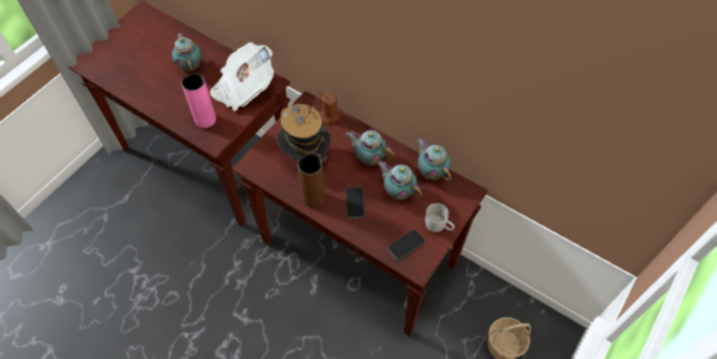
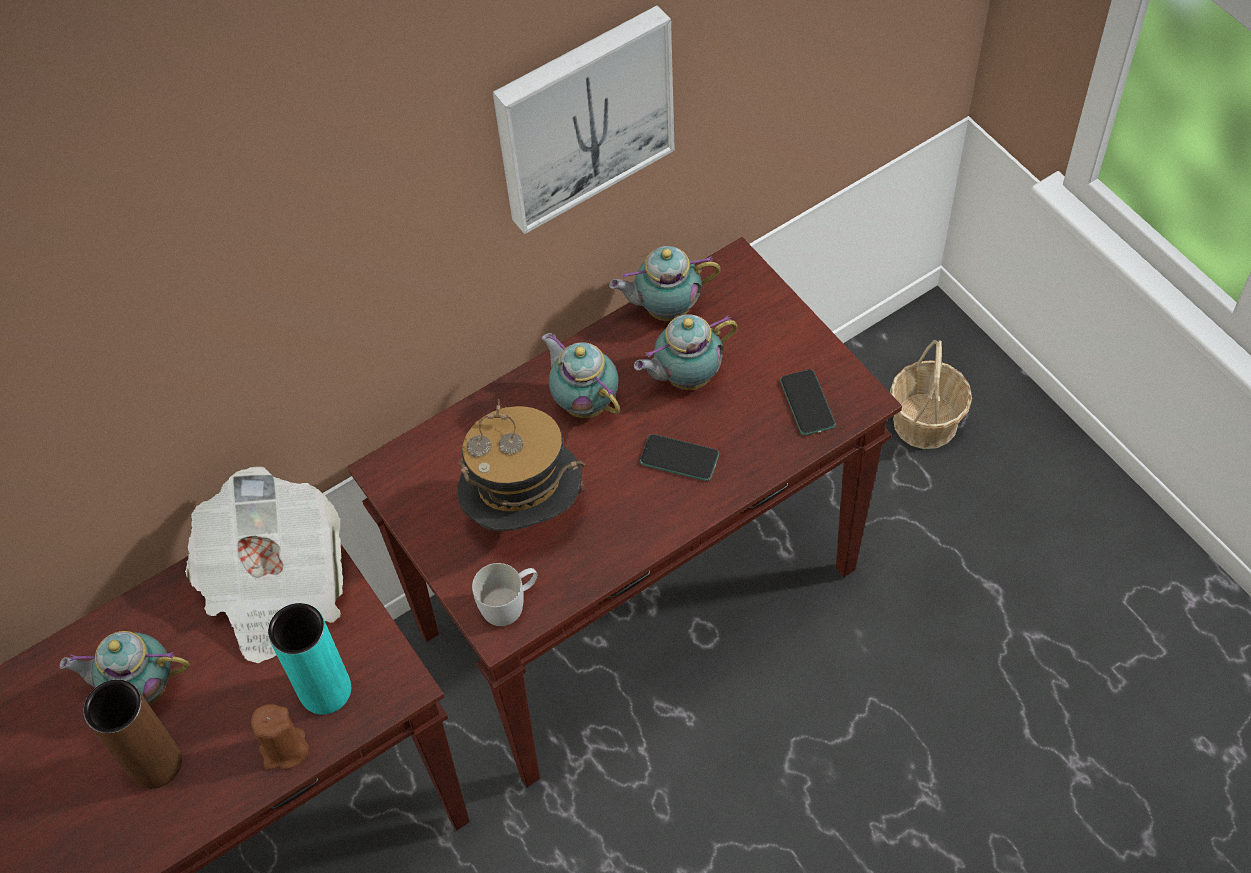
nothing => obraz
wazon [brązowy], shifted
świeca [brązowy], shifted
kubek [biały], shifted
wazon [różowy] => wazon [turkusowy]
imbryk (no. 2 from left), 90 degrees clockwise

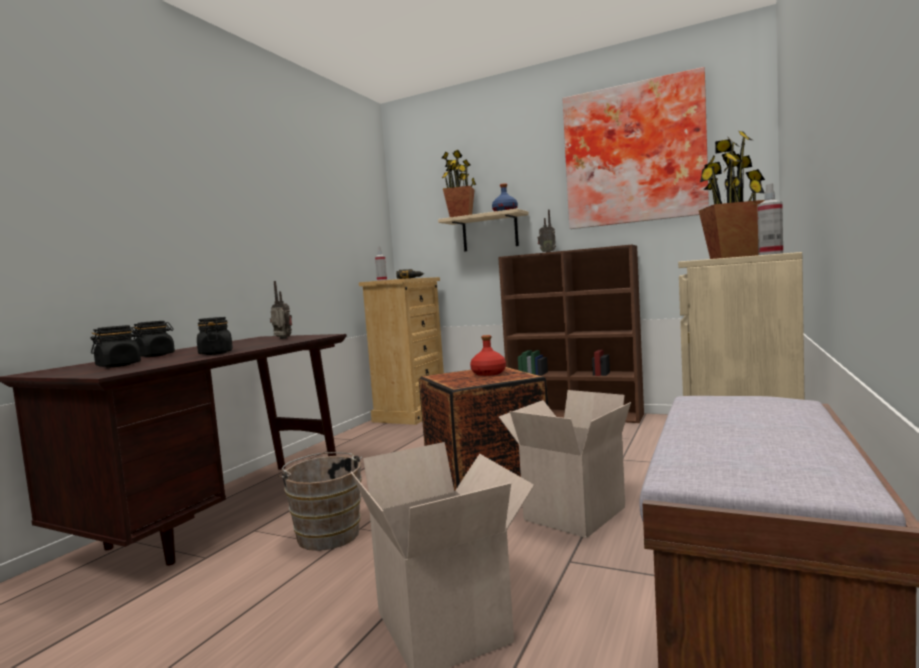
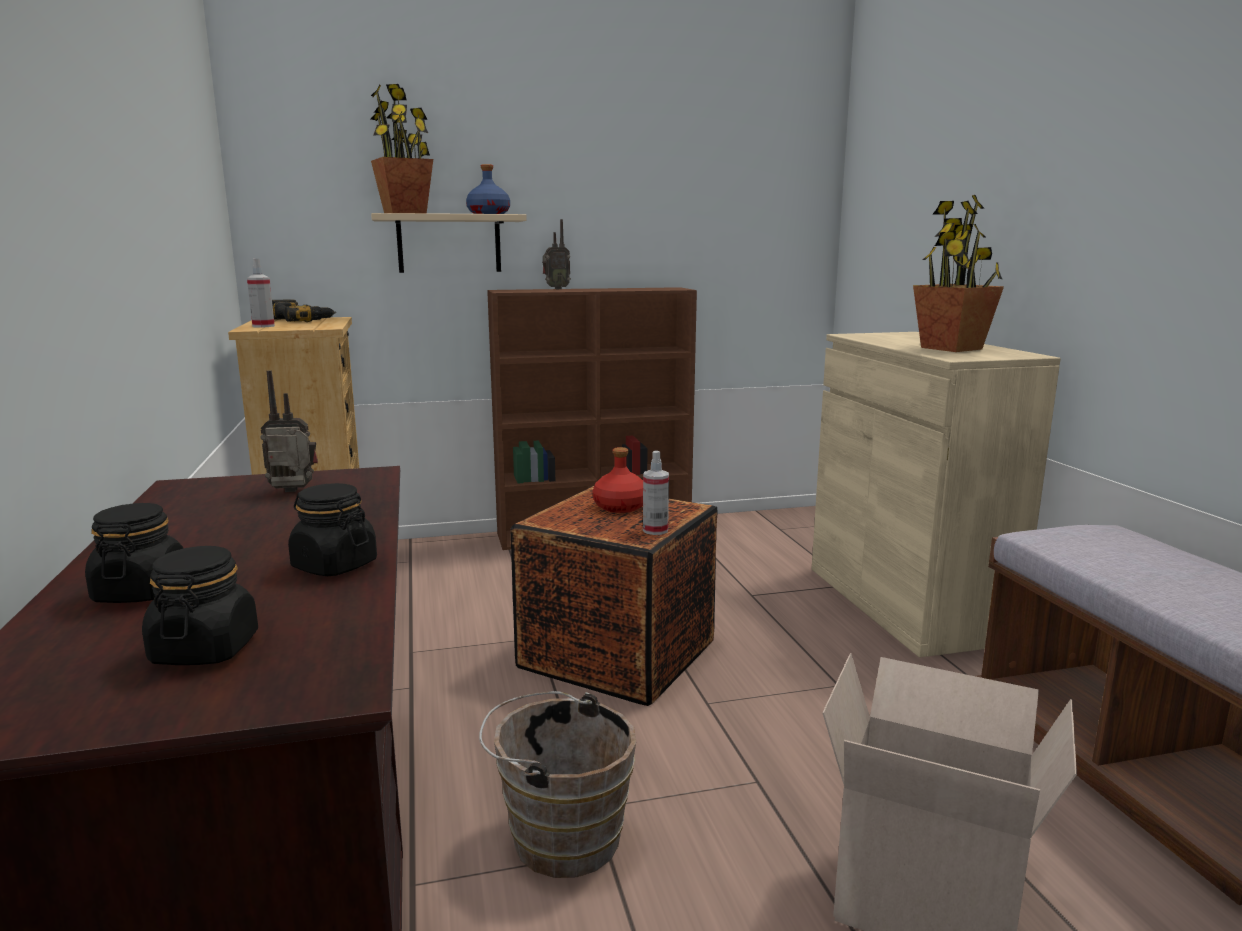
karton (no. 2 from left) => nothing
obraz => nothing
spryskiwacz (no. 2 from left), shifted

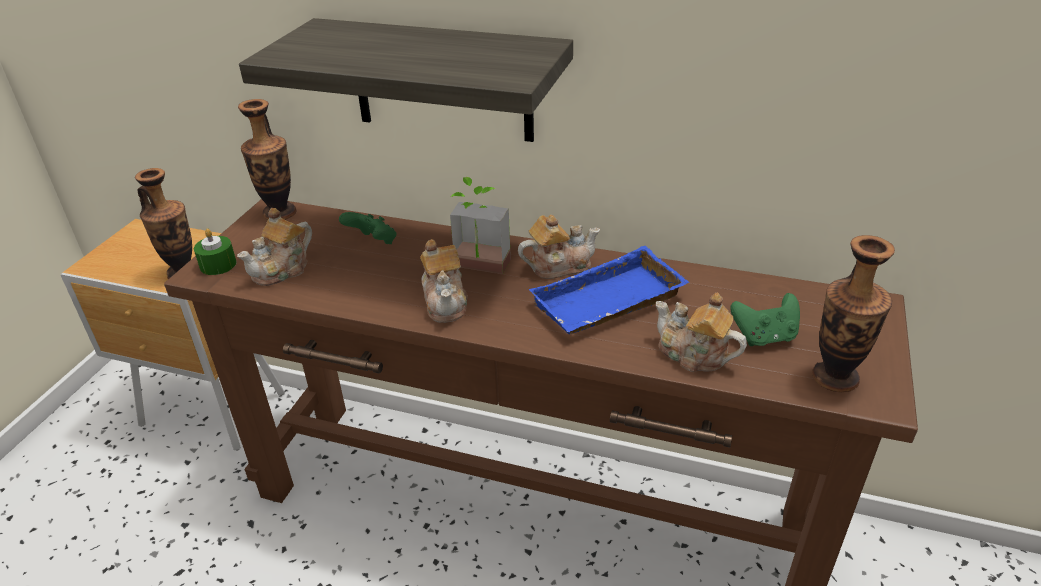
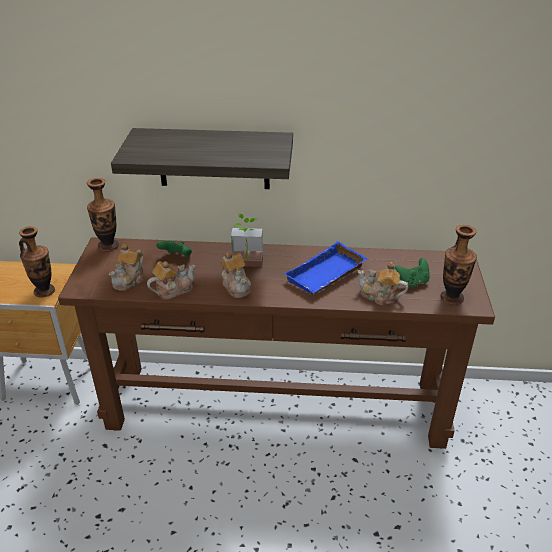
świeca [zielony] => nothing
imbryk (no. 3 from left in the first image) => imbryk (no. 2 from left), shifted

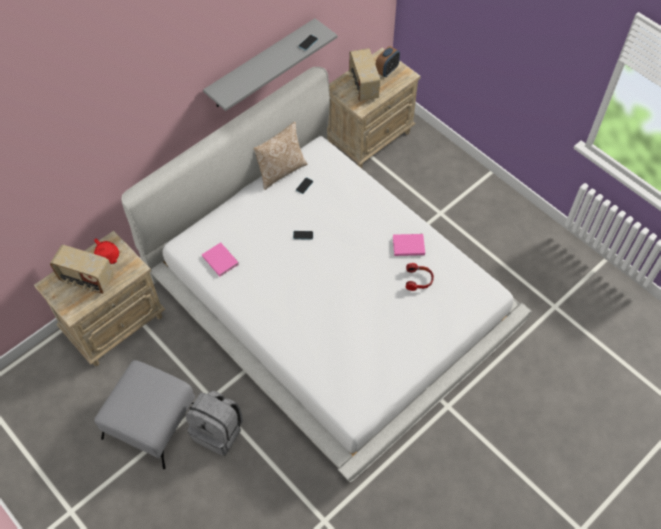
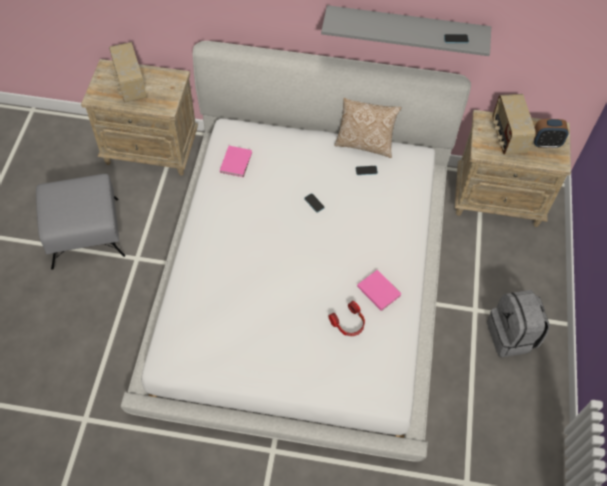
imbryk [czerwony] => nothing
plecak [szary], shifted
radio (no. 2 from left), 45 degrees counterclockwise

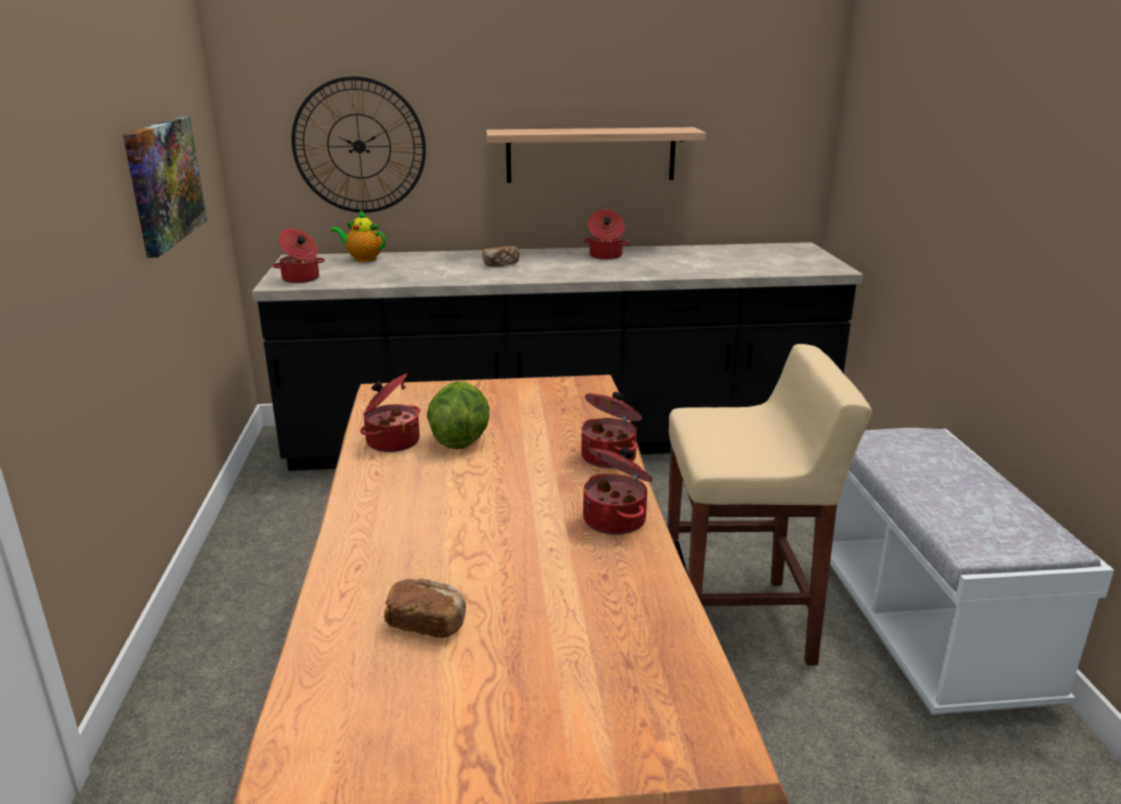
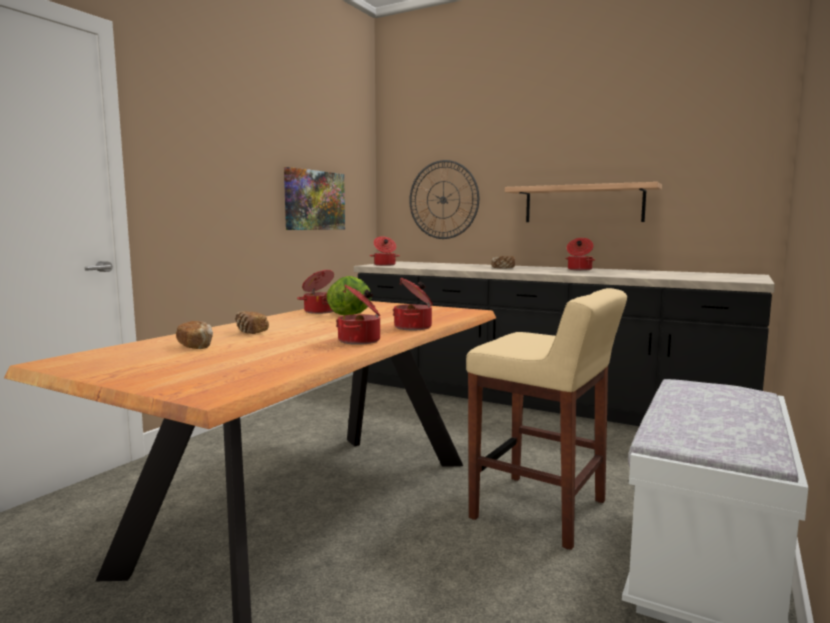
imbryk => nothing
nothing => chleb (no. 2 from left)

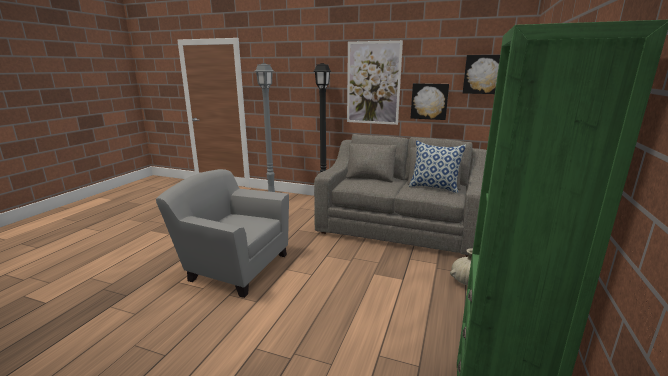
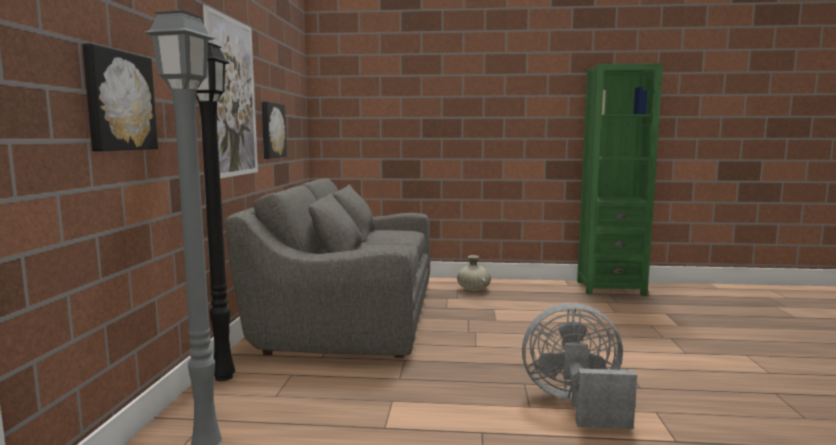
poduszka => nothing
obraz (no. 3 from left in the first image) => obraz (no. 1 from left), shifted
fotel [szary] => wentylator [szary]

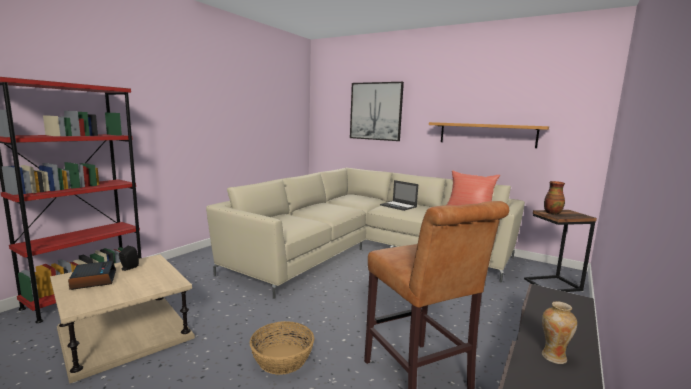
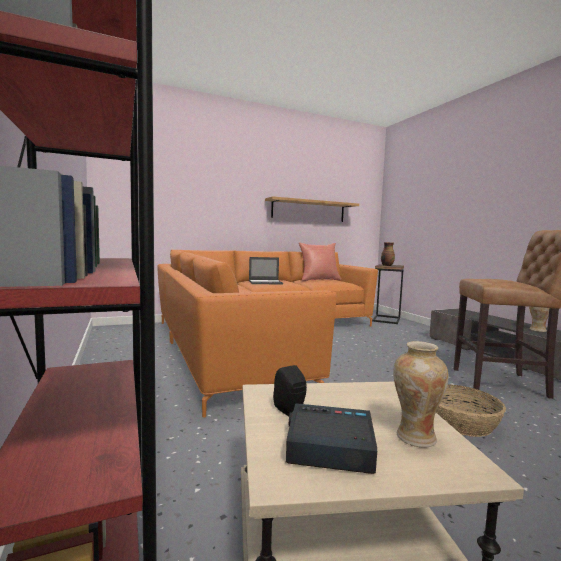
obraz => nothing
nothing => wazon (no. 2 from left)
kanapa [beżowy] => kanapa [pomarańczowy]

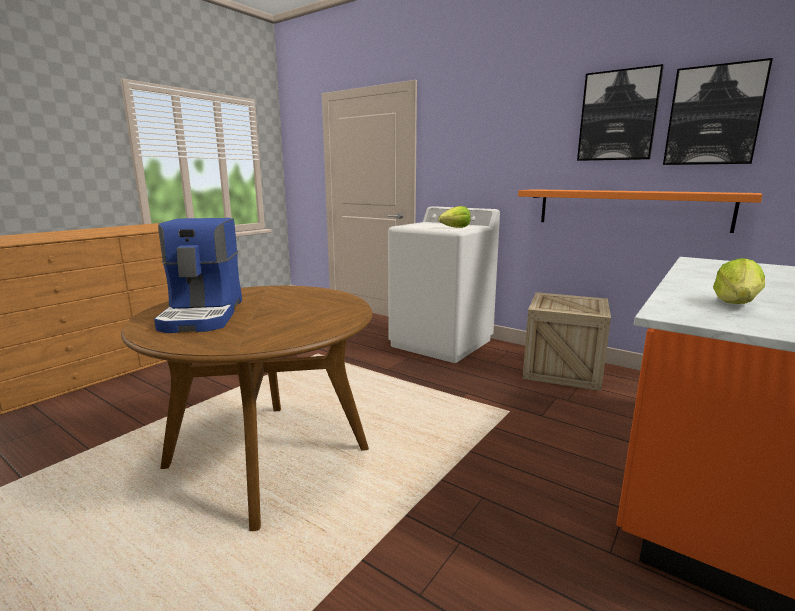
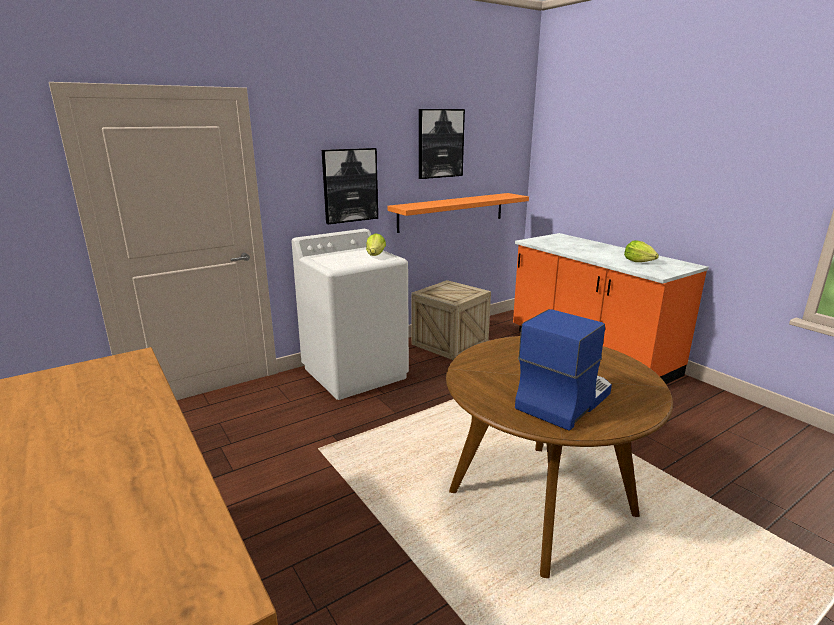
obraz (no. 2 from left in the first image) => obraz (no. 1 from left), shifted
ekspres do kawy, 60 degrees counterclockwise

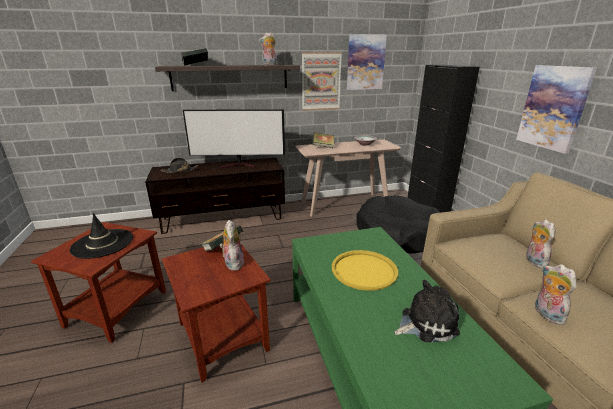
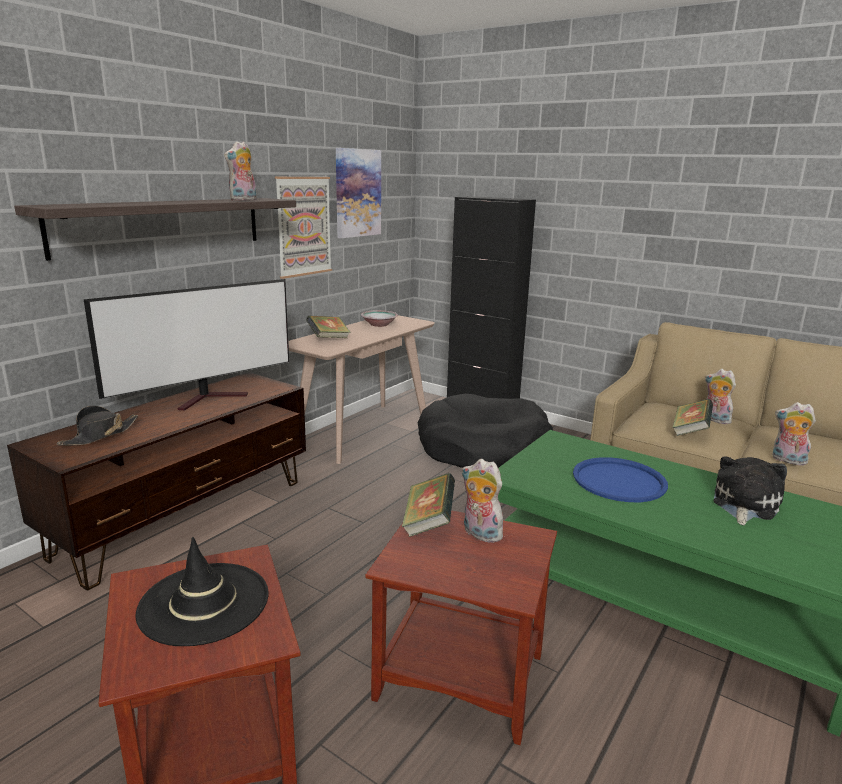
obraz (no. 3 from left) => nothing
książka (no. 1 from left in the first image) => książka (no. 3 from left), shifted
taca [żółty] => taca [niebieski]

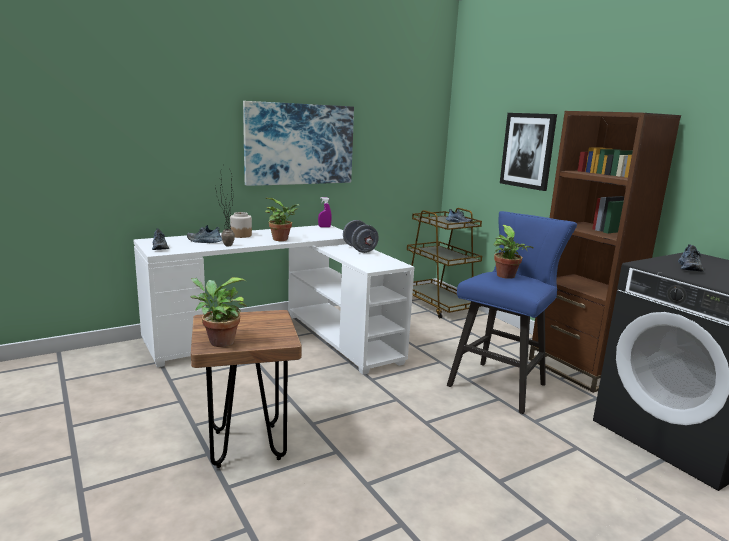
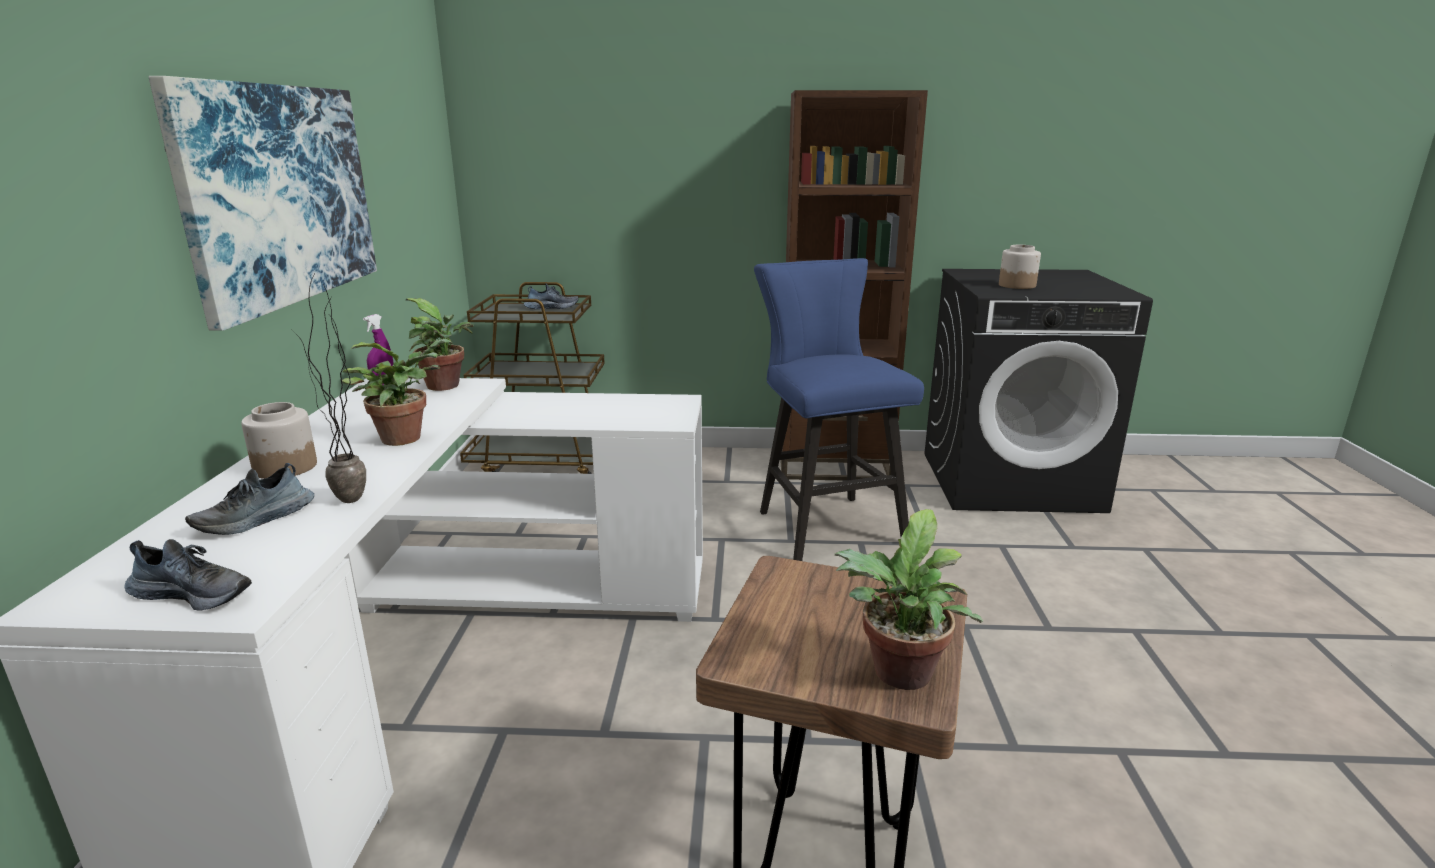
hantel [szary] => nothing
obraz (no. 2 from left) => nothing
roślina doniczkowa (no. 4 from left in the first image) => roślina doniczkowa (no. 3 from left), shifted
but (no. 4 from left) => słoik (no. 2 from left)

